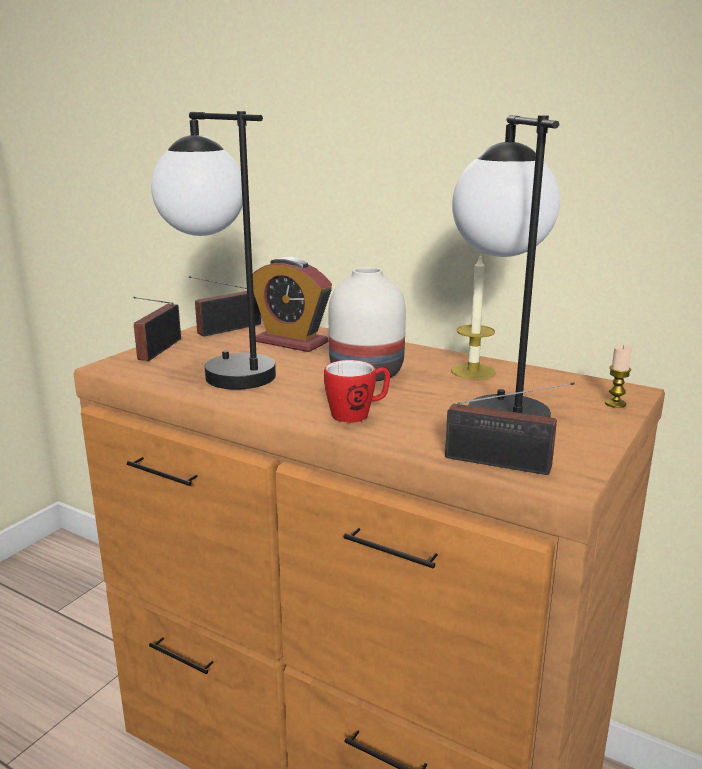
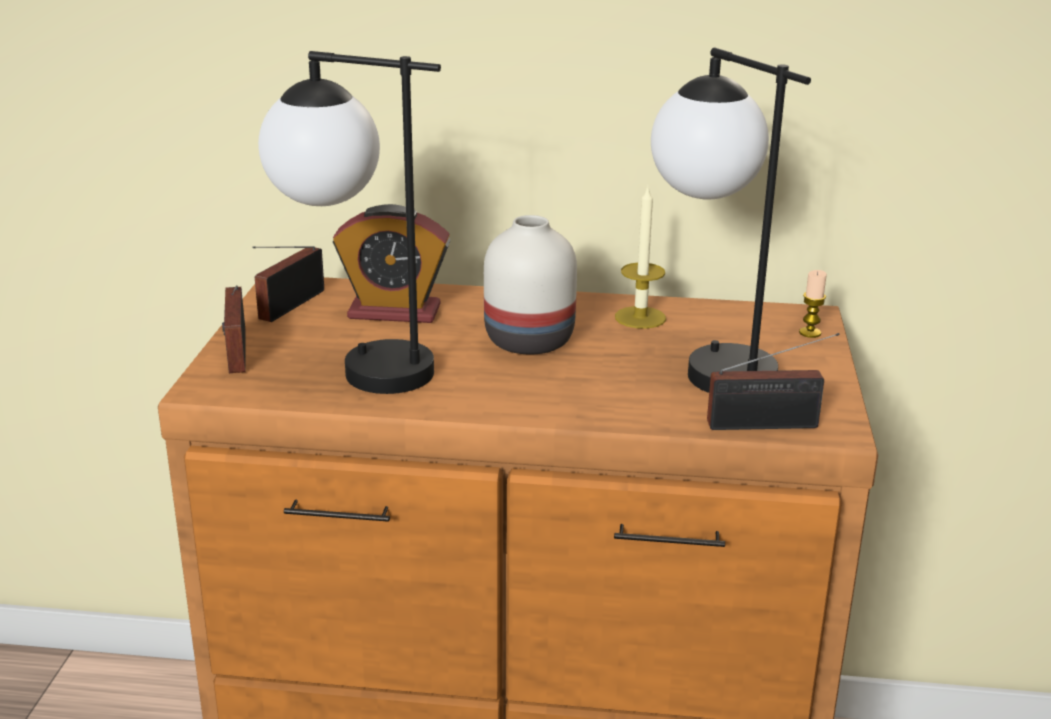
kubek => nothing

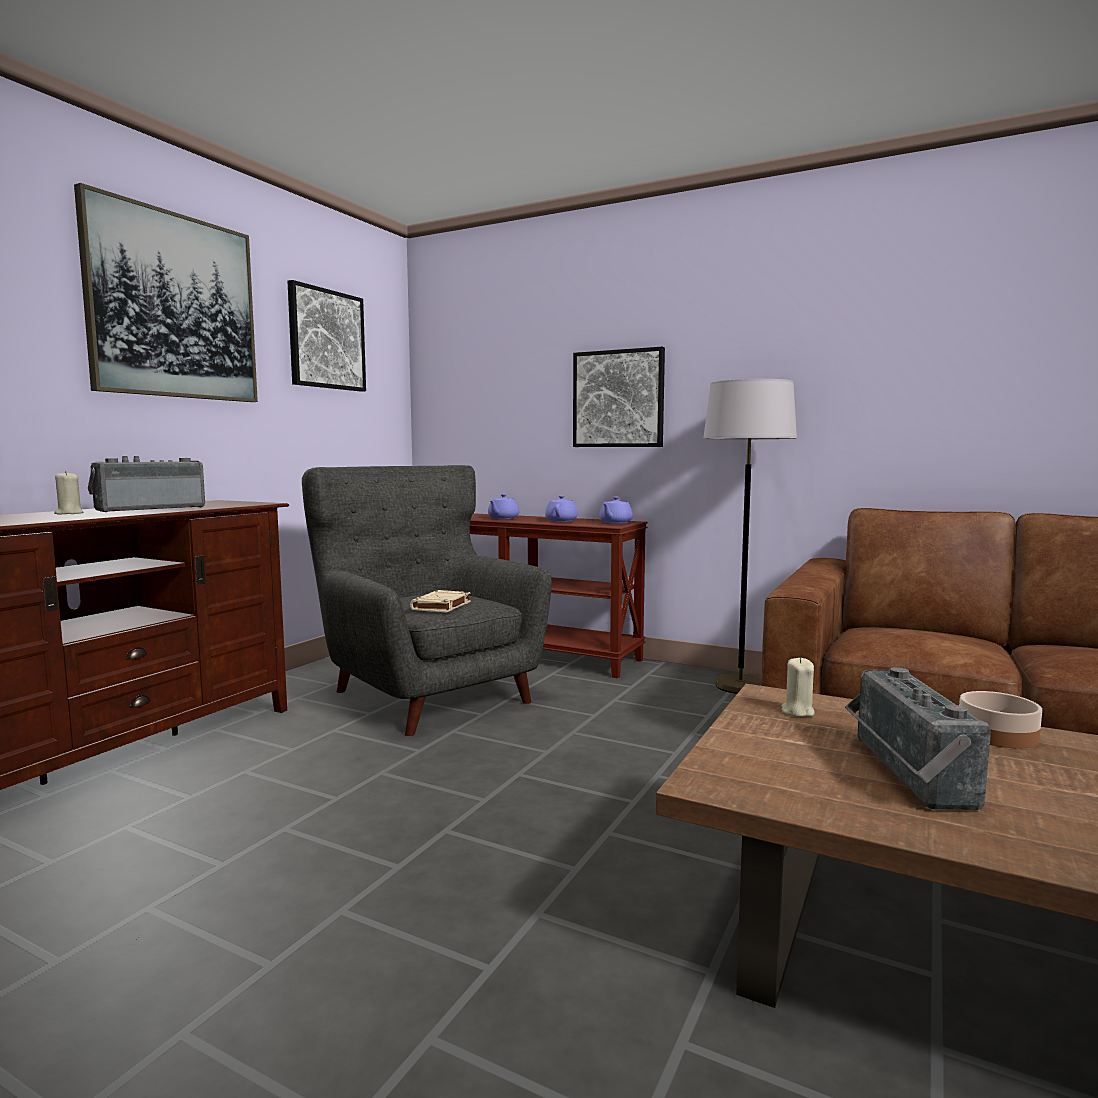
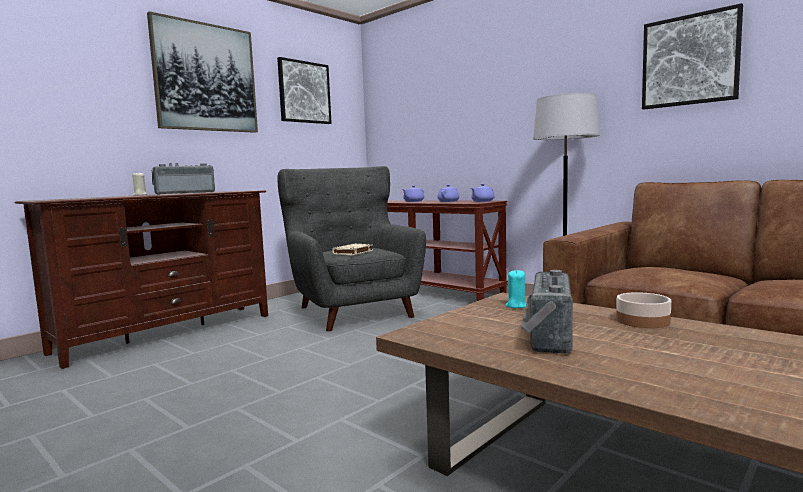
obraz (no. 3 from left), shifted
świeca [beżowy] (no. 2 from left) => świeca [turkusowy]

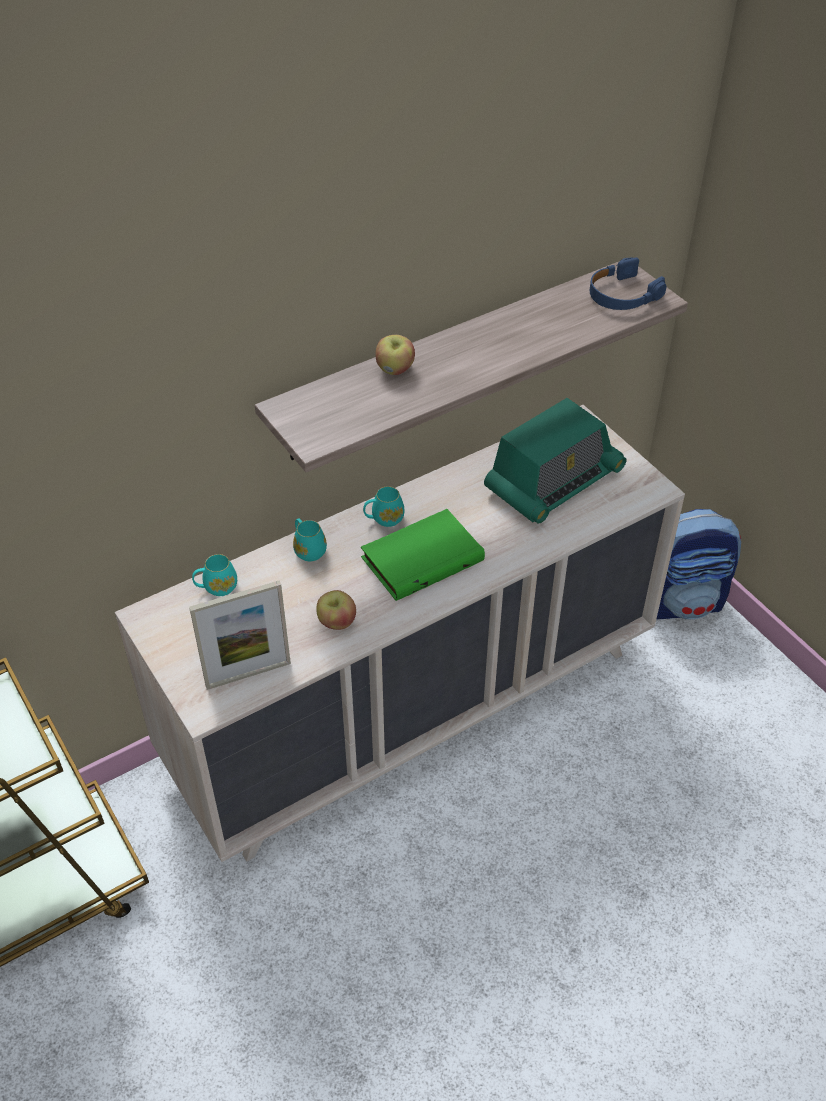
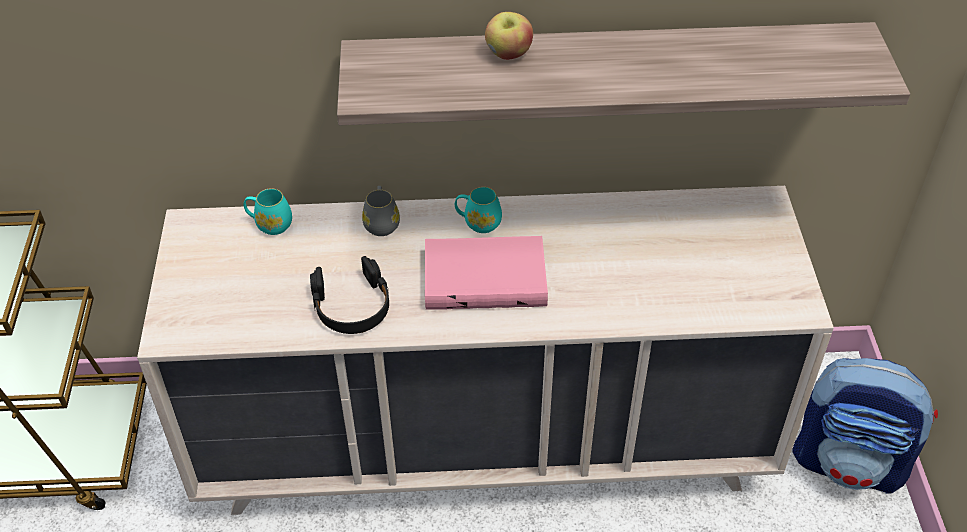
ramka na zdjęcie => nothing
radio => nothing
słuchawki [niebieski] => nothing
jabłko (no. 1 from left) => słuchawki [czarny]
kubek [turkusowy] (no. 2 from left) => kubek [szary]
książka [zielony] => książka [różowy]

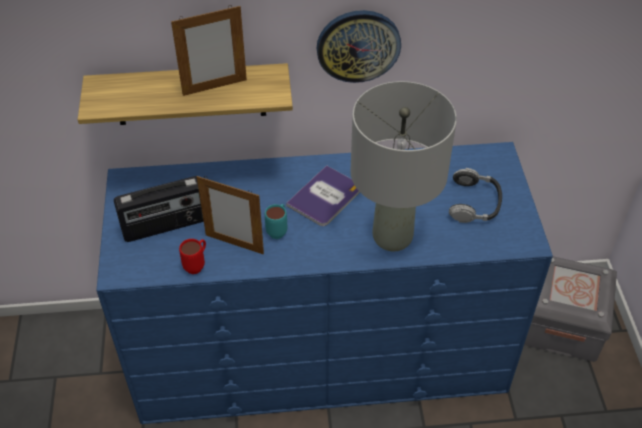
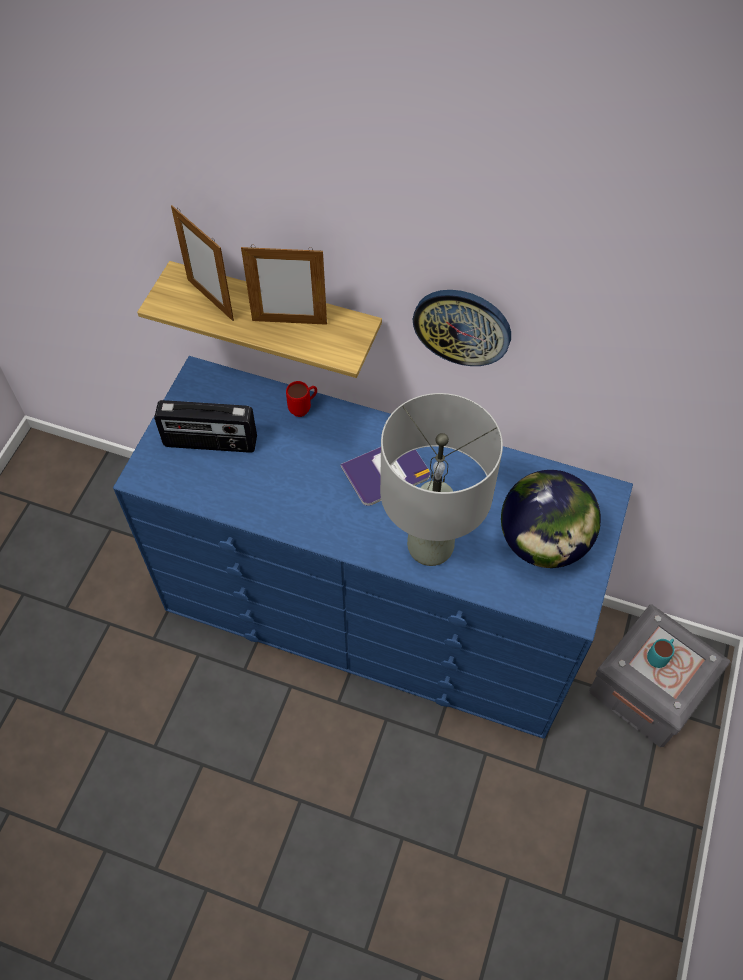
kubek [czerwony], shifted
ramka na zdjęcie (no. 2 from left in the first image) => ramka na zdjęcie (no. 1 from left), shifted
kubek [turkusowy], shifted
słuchawki => globus

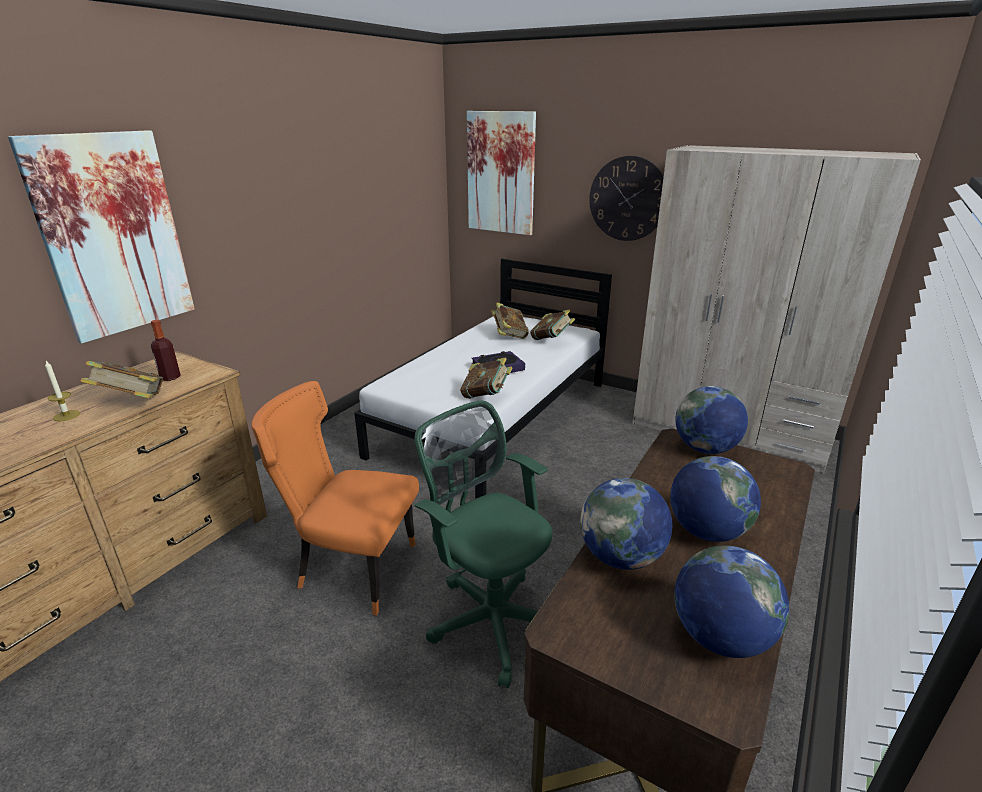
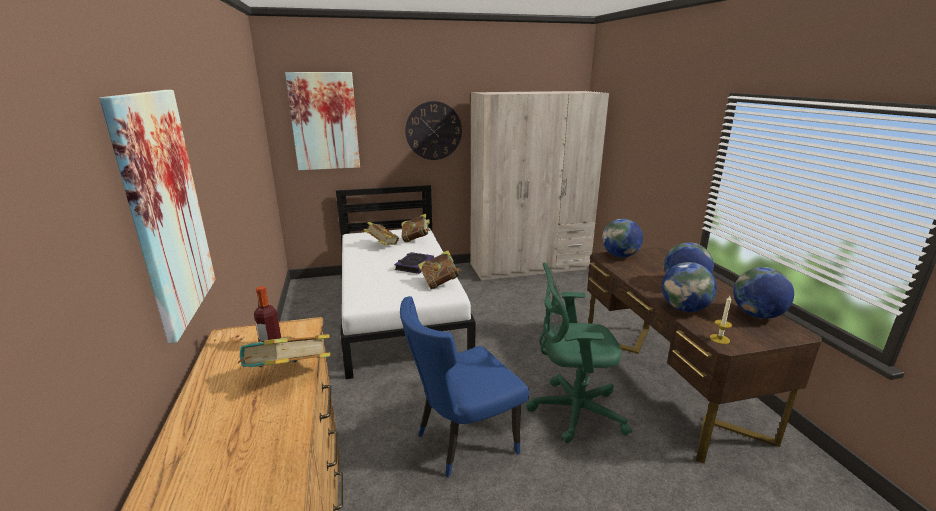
świeca, shifted
krzesło [pomarańczowy] => krzesło [niebieski]

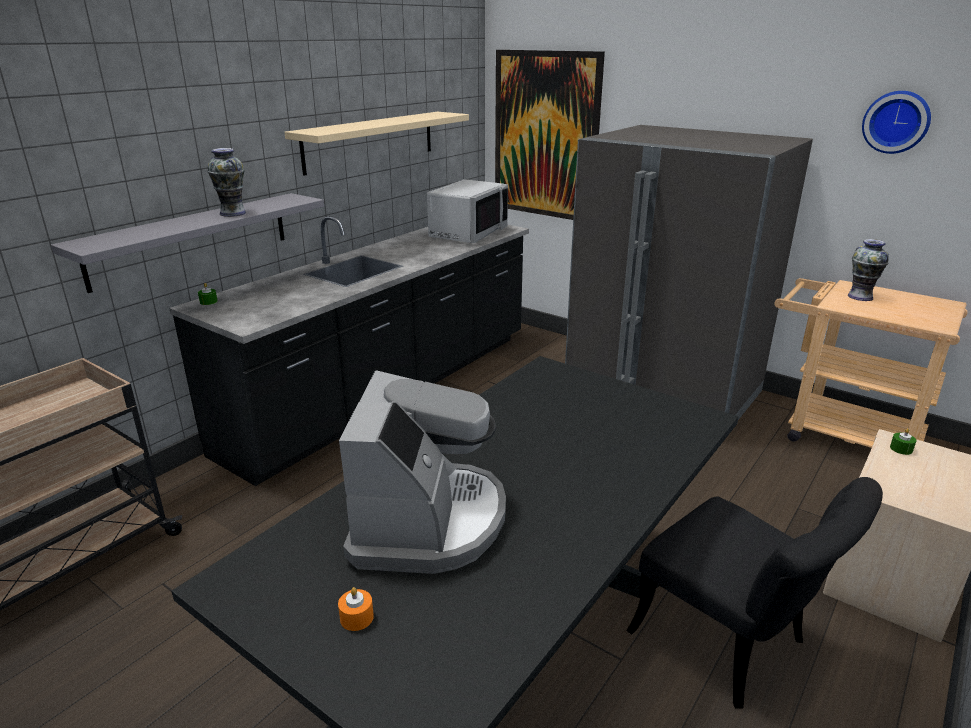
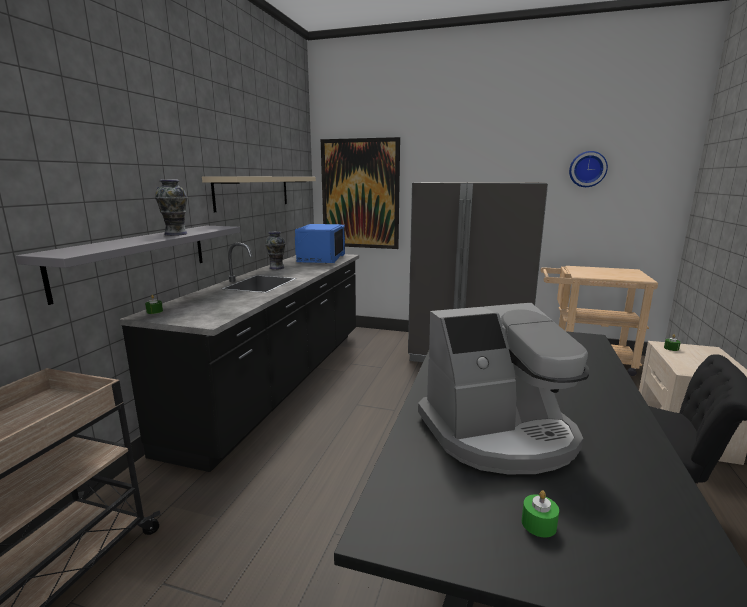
wazon (no. 2 from left), shifted
świeca [pomarańczowy] => świeca [zielony] (no. 2 from left)
mikrofalówka [szary] => mikrofalówka [niebieski]
ekspres do kawy, 90 degrees clockwise

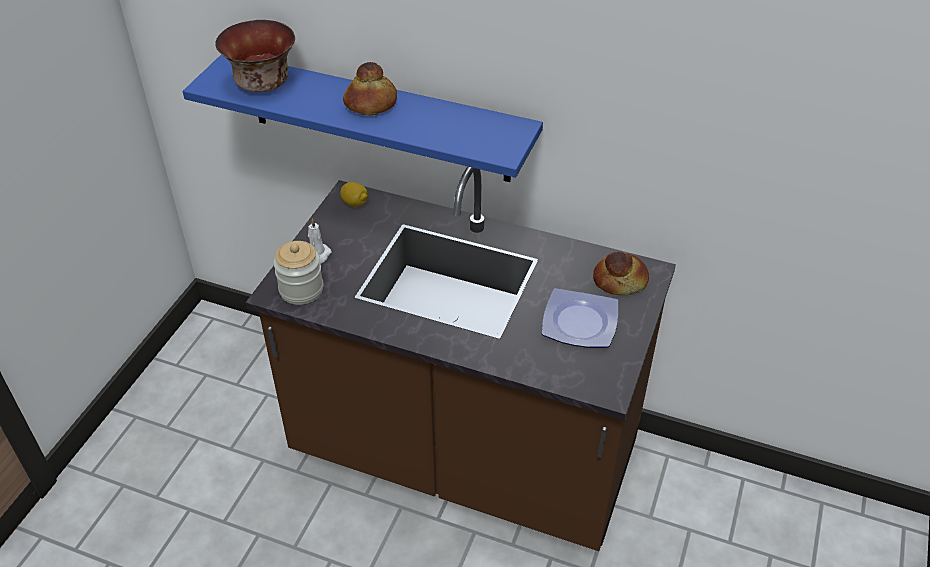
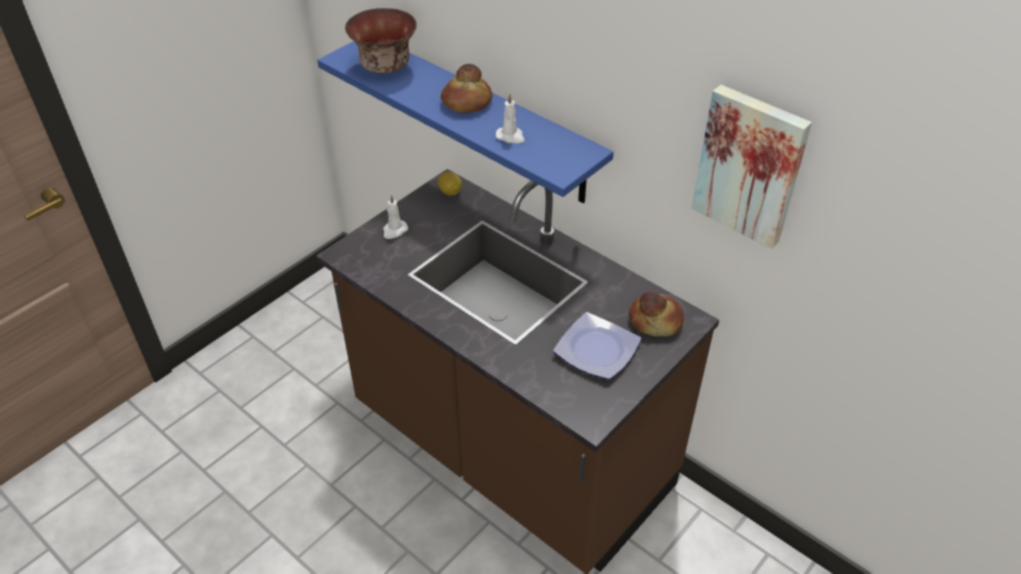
słoik => nothing
nothing => świeca [biały] (no. 2 from left)
nothing => obraz

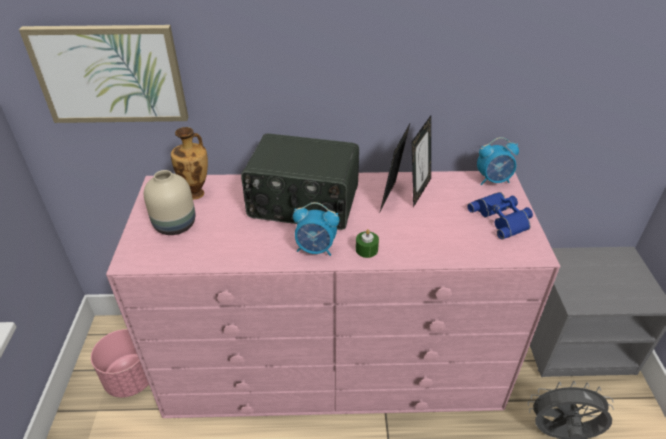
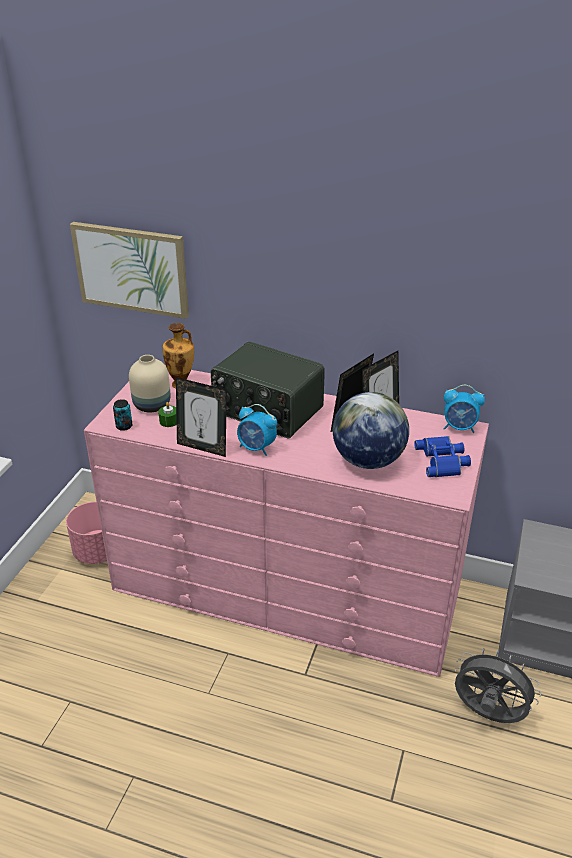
nothing => puszka
nothing => ramka na zdjęcie (no. 1 from left)
nothing => globus
świeca [zielony], shifted

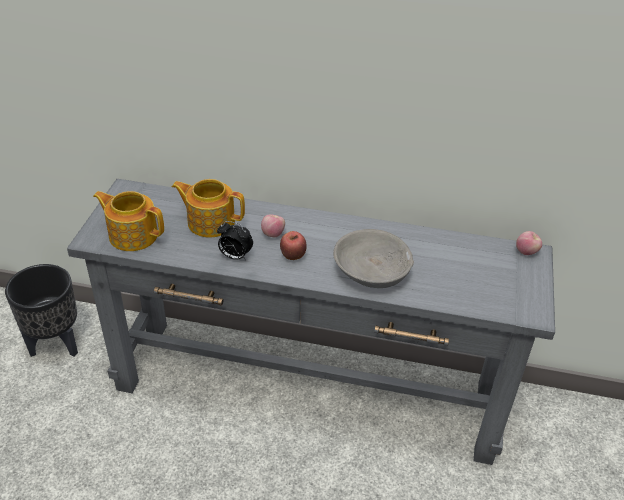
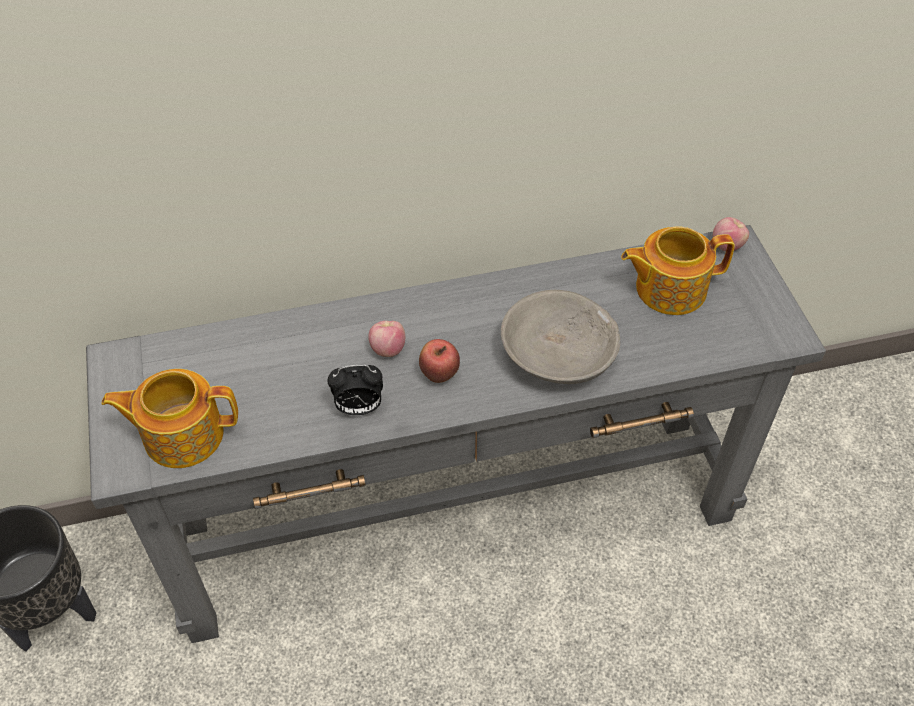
imbryk (no. 2 from left), shifted

